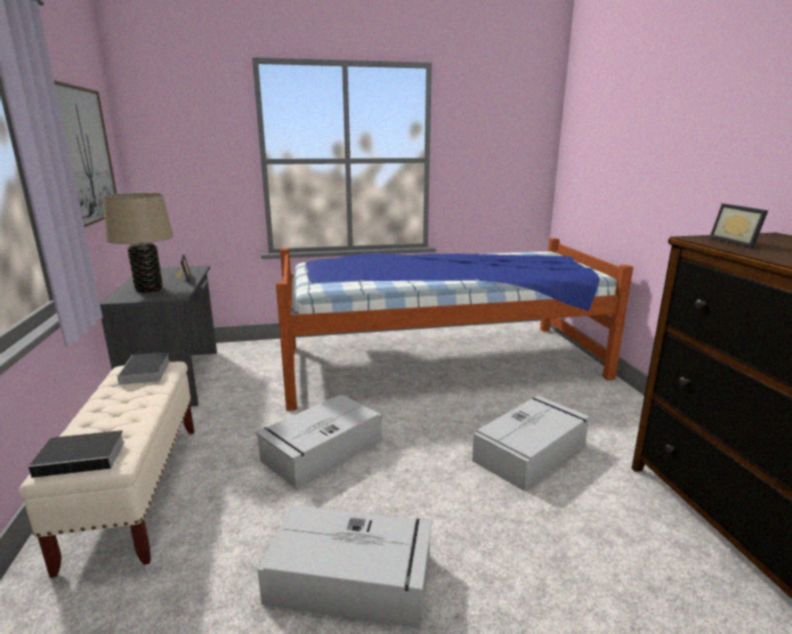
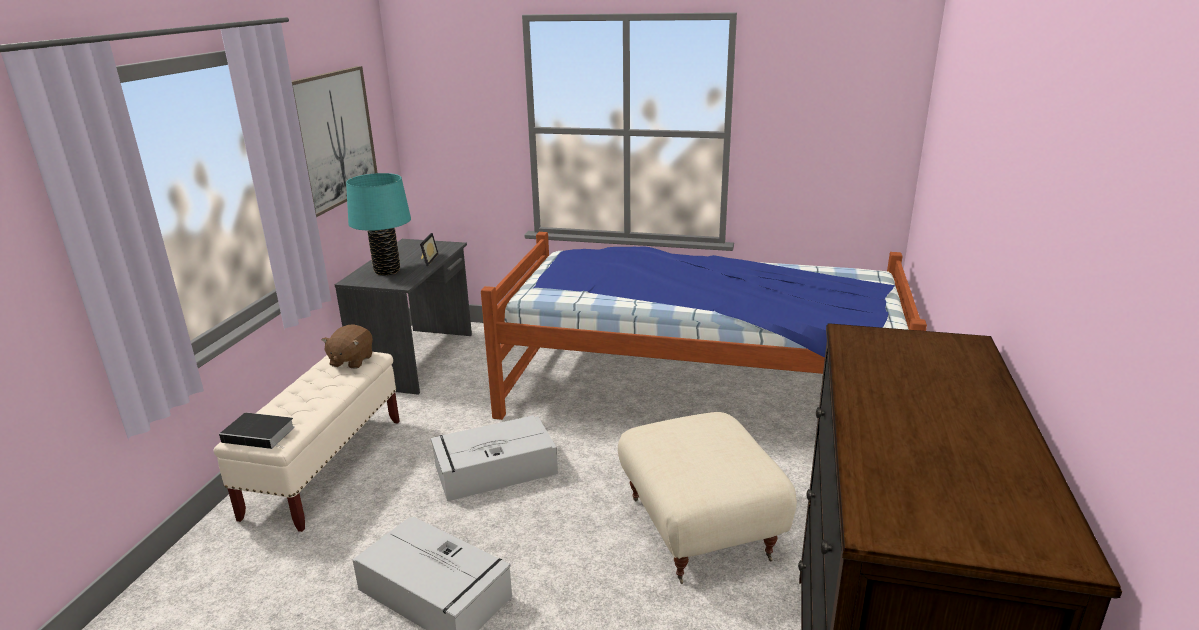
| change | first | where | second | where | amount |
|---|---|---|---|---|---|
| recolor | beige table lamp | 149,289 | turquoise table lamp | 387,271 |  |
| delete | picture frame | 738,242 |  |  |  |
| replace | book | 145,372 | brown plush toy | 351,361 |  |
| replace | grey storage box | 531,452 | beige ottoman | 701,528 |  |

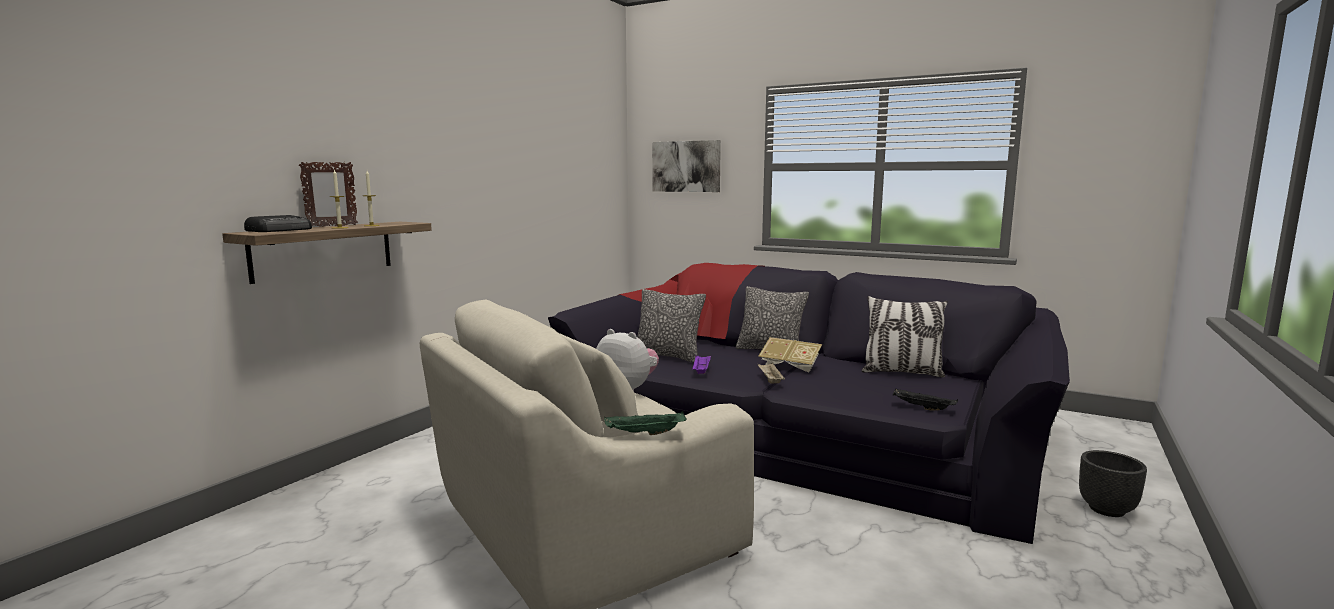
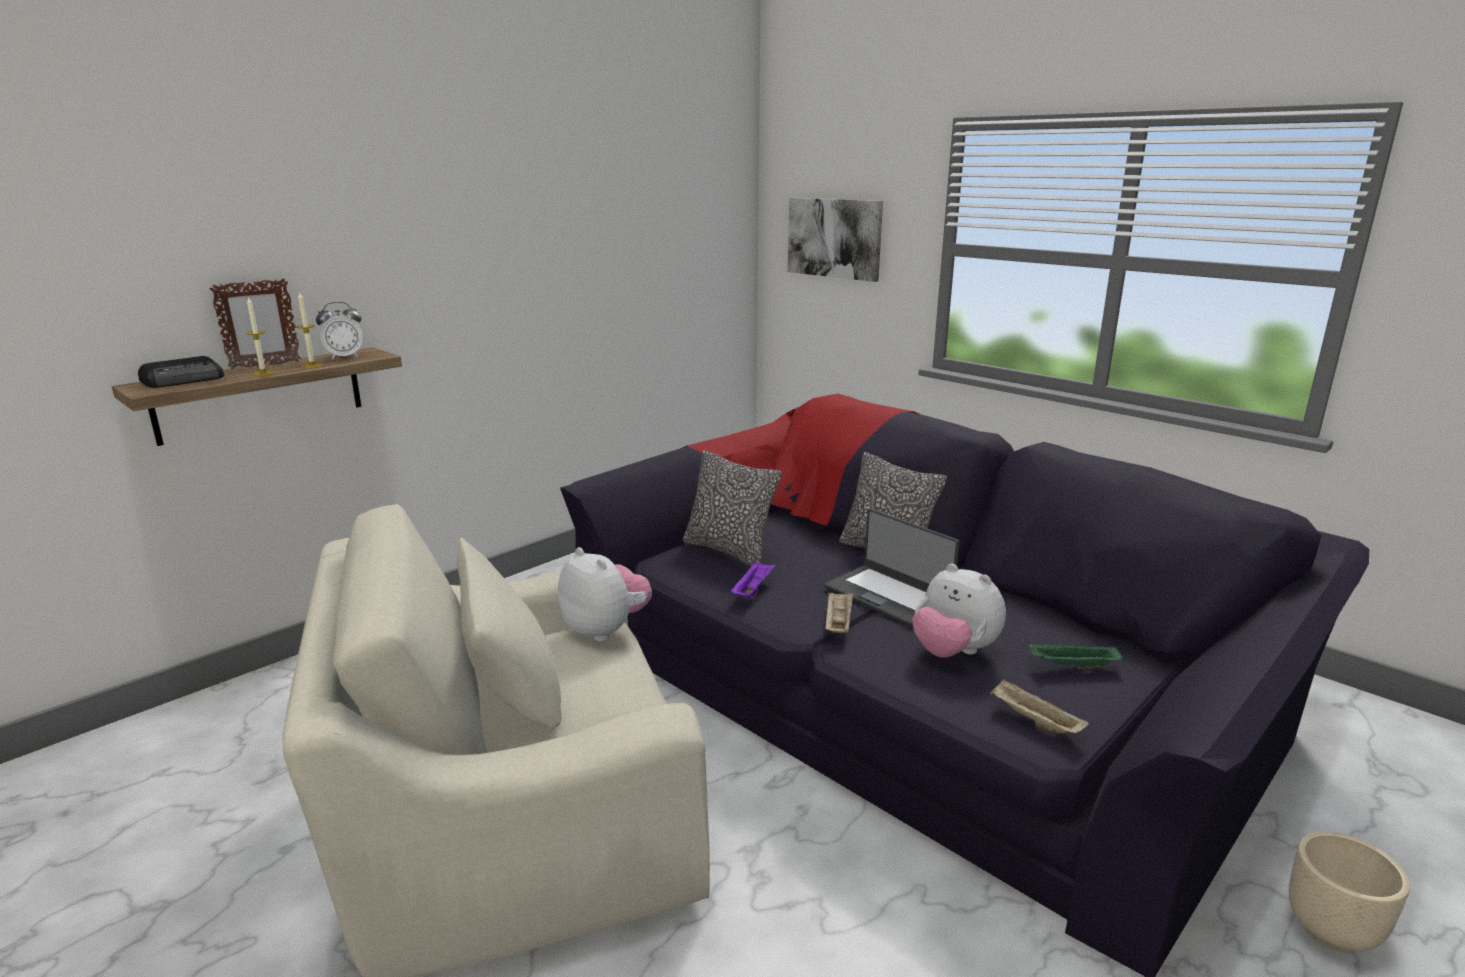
| change | first | where | second | where | amount |
|---|---|---|---|---|---|
| delete | pillow | 902,372 |  |  |  |
| replace | book | 790,366 | laptop | 888,595 |  |
| recolor | black tray | 922,408 | beige tray | 1033,721 |  |
| move | green tray | 644,434 |  | 1072,666 |  |
| recolor | black planter | 1107,510 | beige planter | 1332,933 |  |
| insert |  |  | alarm clock | 345,357 |  |
| insert |  |  | plush toy | 953,652 |  |

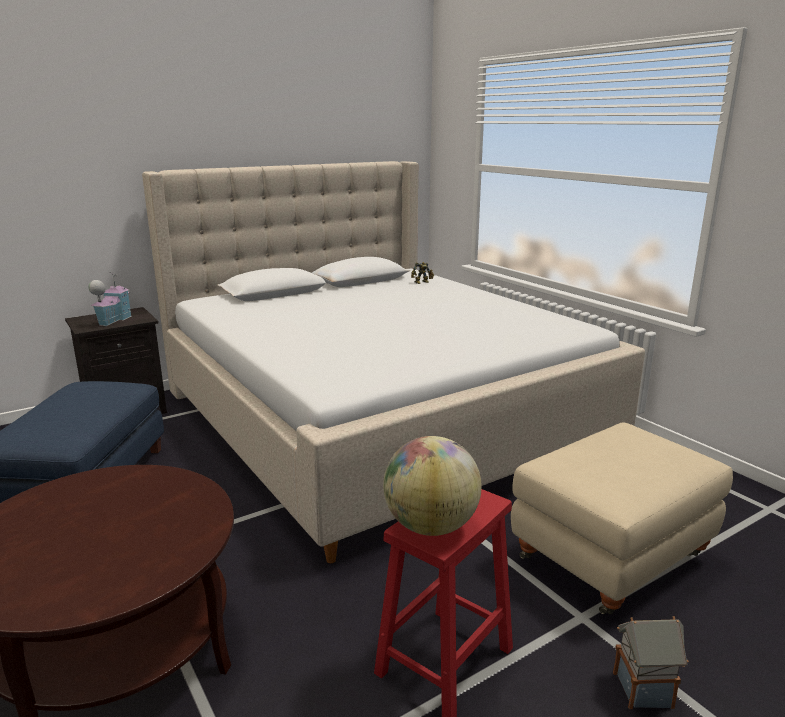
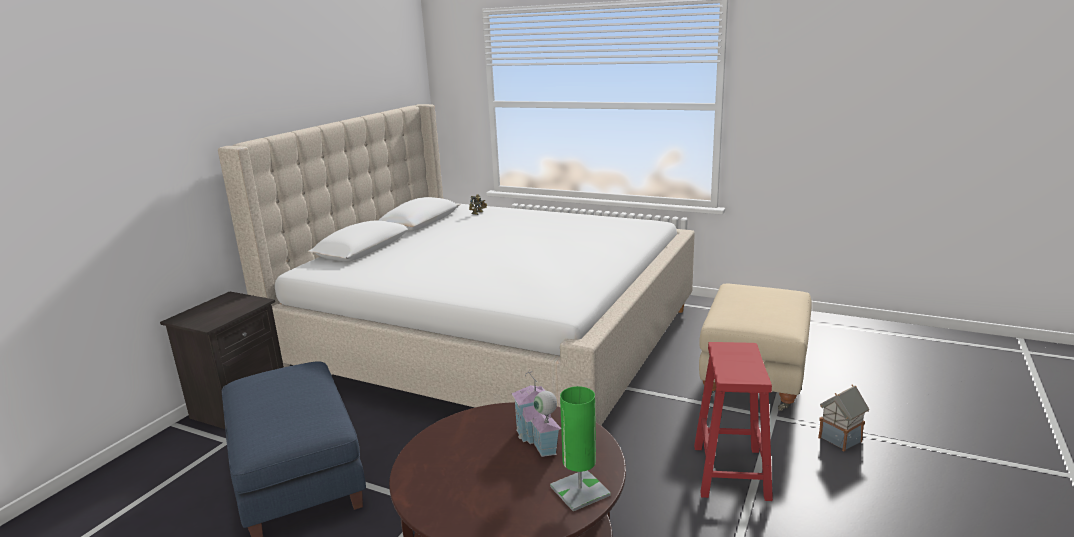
| change | first | where | second | where | amount |
|---|---|---|---|---|---|
| move | toy house | 113,320 |  | 538,439 |  |
| delete | globe | 431,526 |  |  |  |
| insert |  |  | green table lamp | 580,491 |  |

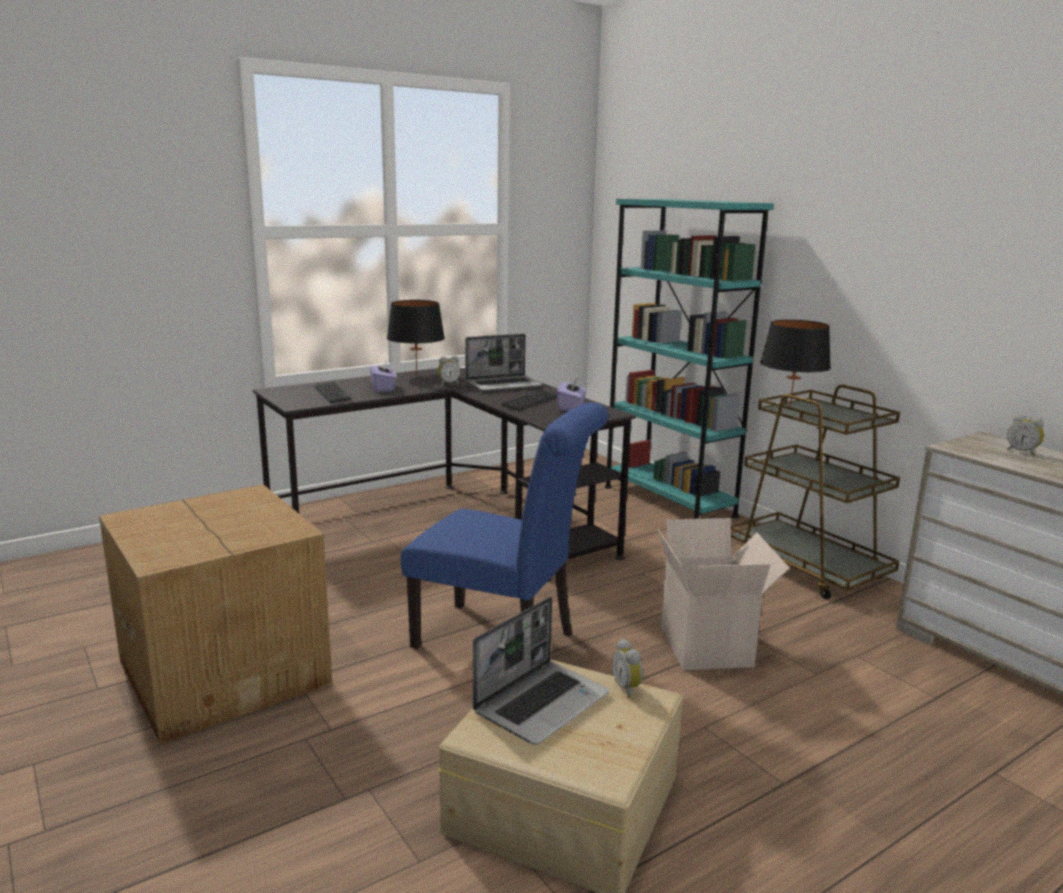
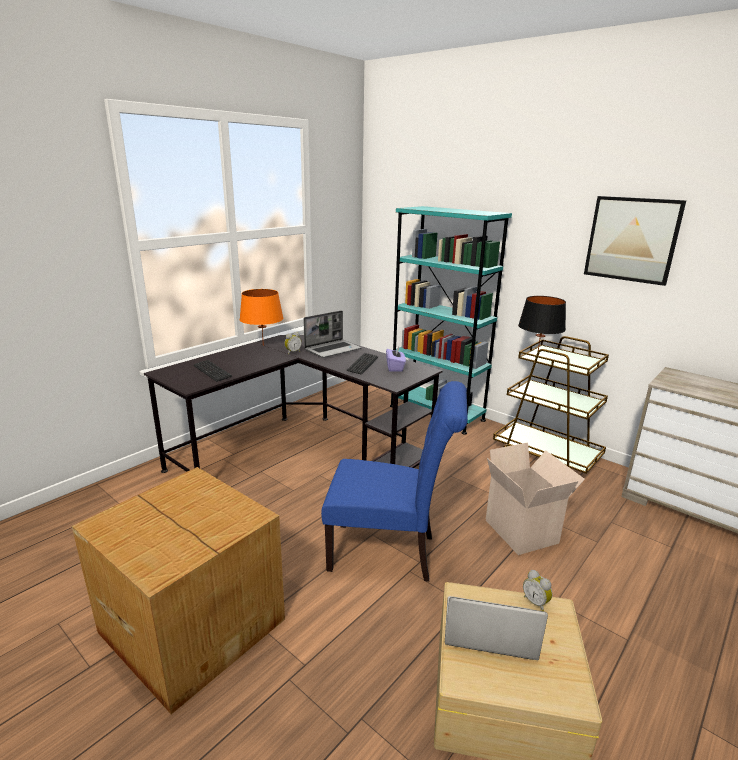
| change | first | where | second | where | amount |
|---|---|---|---|---|---|
| recolor | black table lamp | 416,375 | orange table lamp | 263,345 |  |
| delete | purple tissue box | 383,388 |  |  |  |
| delete | alarm clock | 1022,452 |  |  |  |
| rotate | laptop | 542,702 |  | 488,630 | 105 degrees counterclockwise |
| insert |  |  | picture | 631,239 |  |

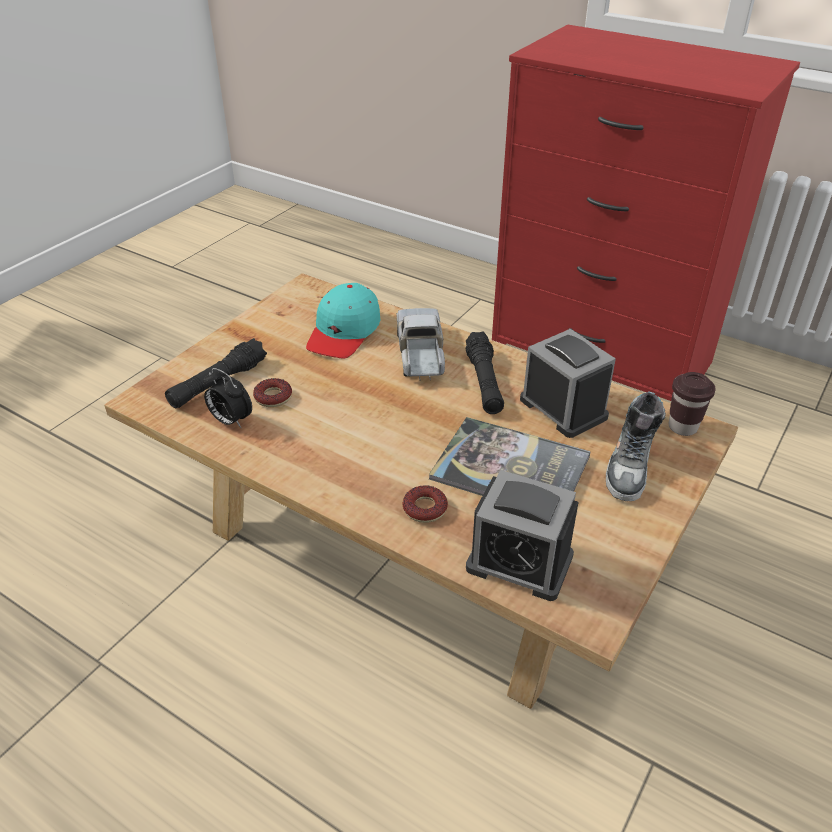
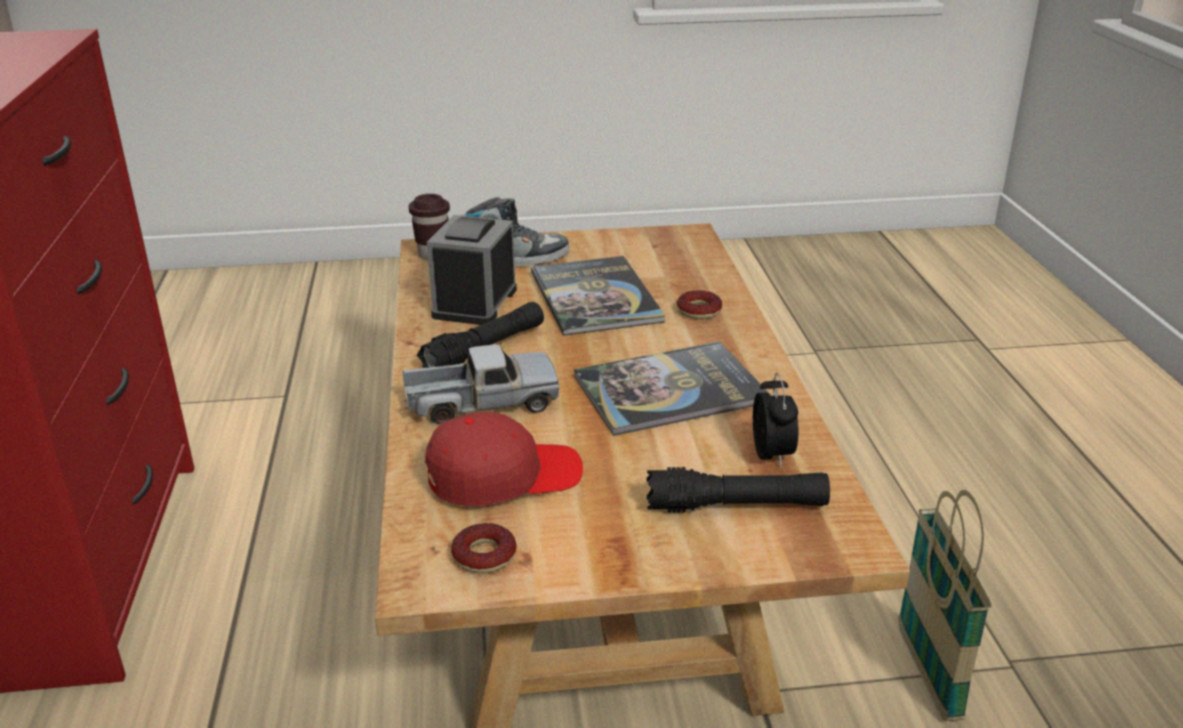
| change | first | where | second | where | amount |
|---|---|---|---|---|---|
| recolor | turquoise cap | 344,332 | red cap | 503,476 |  |
| rotate | toy truck | 420,354 |  | 482,403 | 150 degrees counterclockwise |
| move | donut | 273,397 |  | 484,555 |  |
| delete | alarm clock | 519,562 |  |  |  |
| insert |  |  | book | 670,390 |  |
| insert |  |  | basket | 928,673 |  |

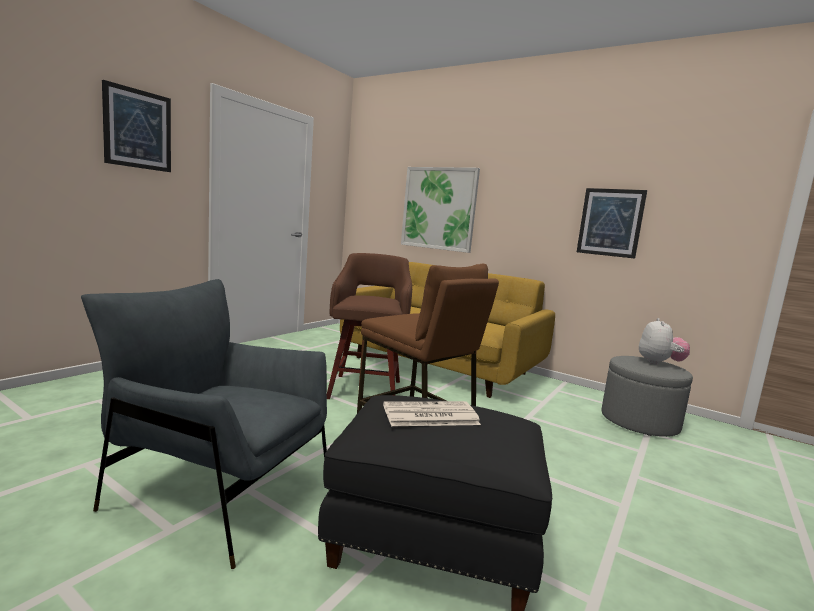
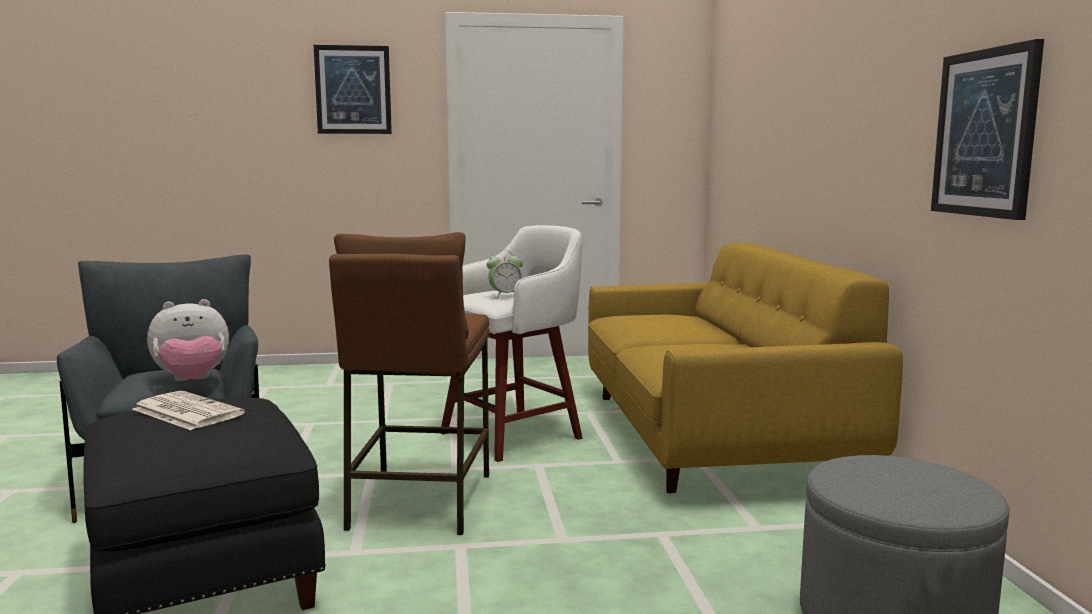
| change | first | where | second | where | amount |
|---|---|---|---|---|---|
| delete | picture | 439,208 |  |  |  |
| recolor | brown stool | 366,388 | white stool | 515,435 |  |
| move | plush toy | 659,363 |  | 192,381 |  |
| insert |  |  | alarm clock | 505,296 |  |

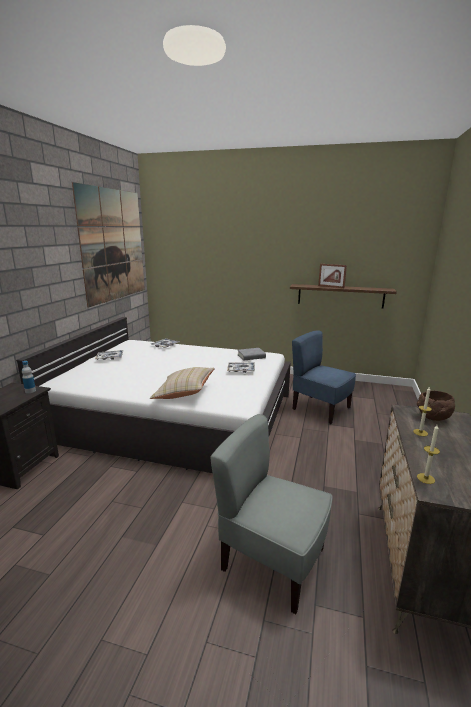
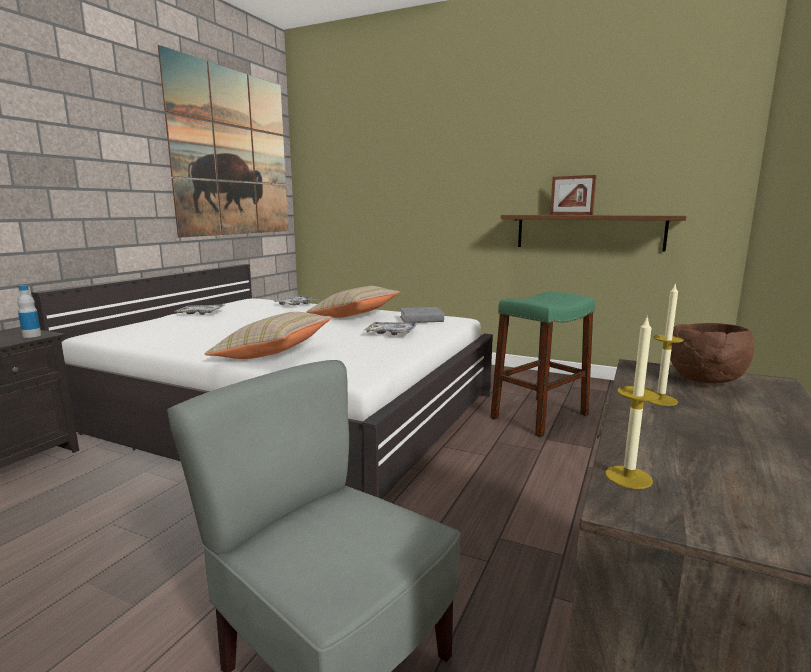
| change | first | where | second | where | amount |
|---|---|---|---|---|---|
| replace | blue chair | 320,409 | green stool | 539,416 |  |
| insert |  |  | beige pillow | 354,316 |  |

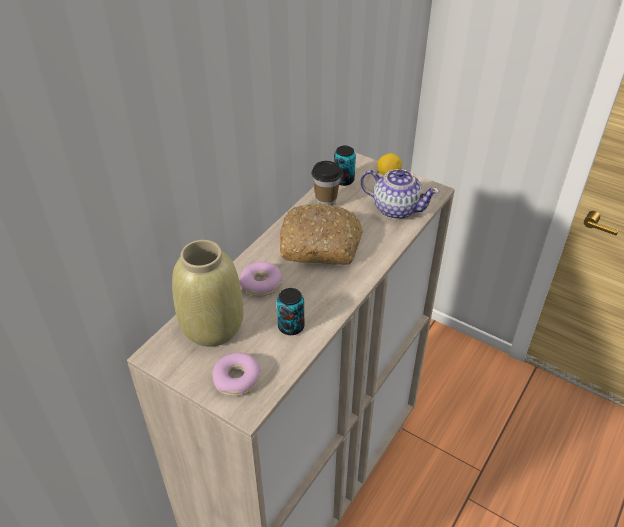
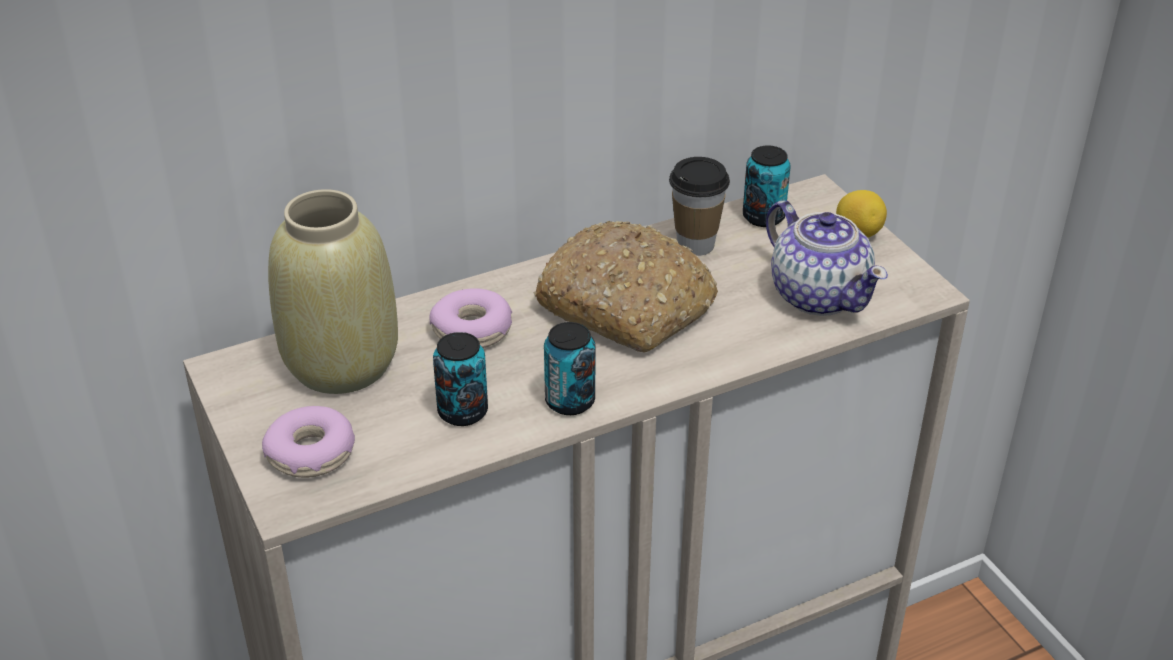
| change | first | where | second | where | amount |
|---|---|---|---|---|---|
| insert |  |  | can | 570,401 |  |

